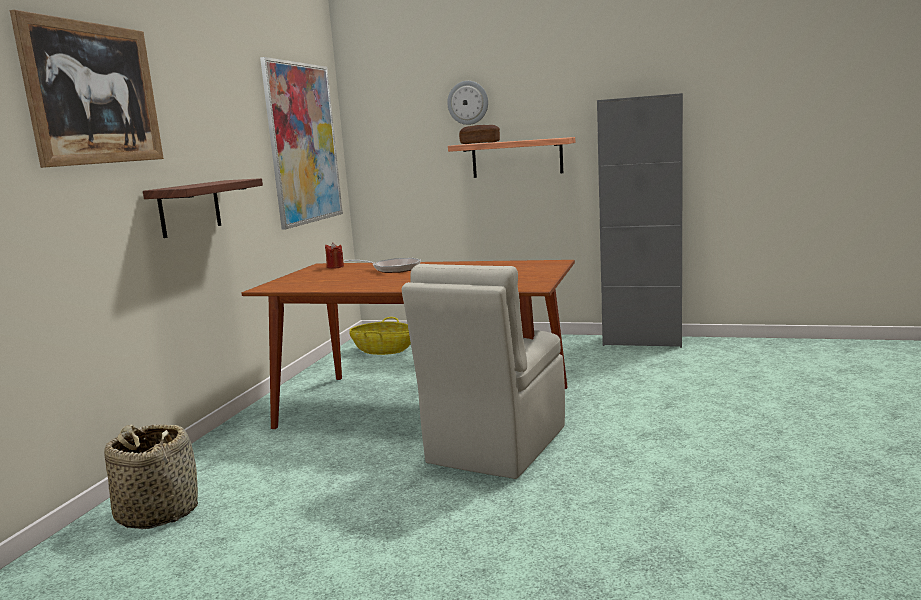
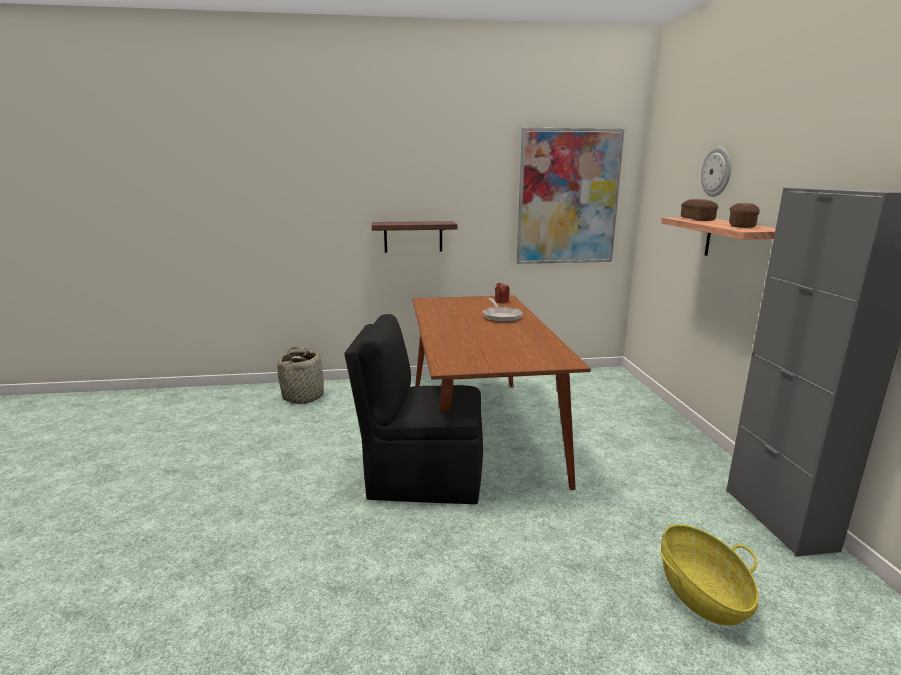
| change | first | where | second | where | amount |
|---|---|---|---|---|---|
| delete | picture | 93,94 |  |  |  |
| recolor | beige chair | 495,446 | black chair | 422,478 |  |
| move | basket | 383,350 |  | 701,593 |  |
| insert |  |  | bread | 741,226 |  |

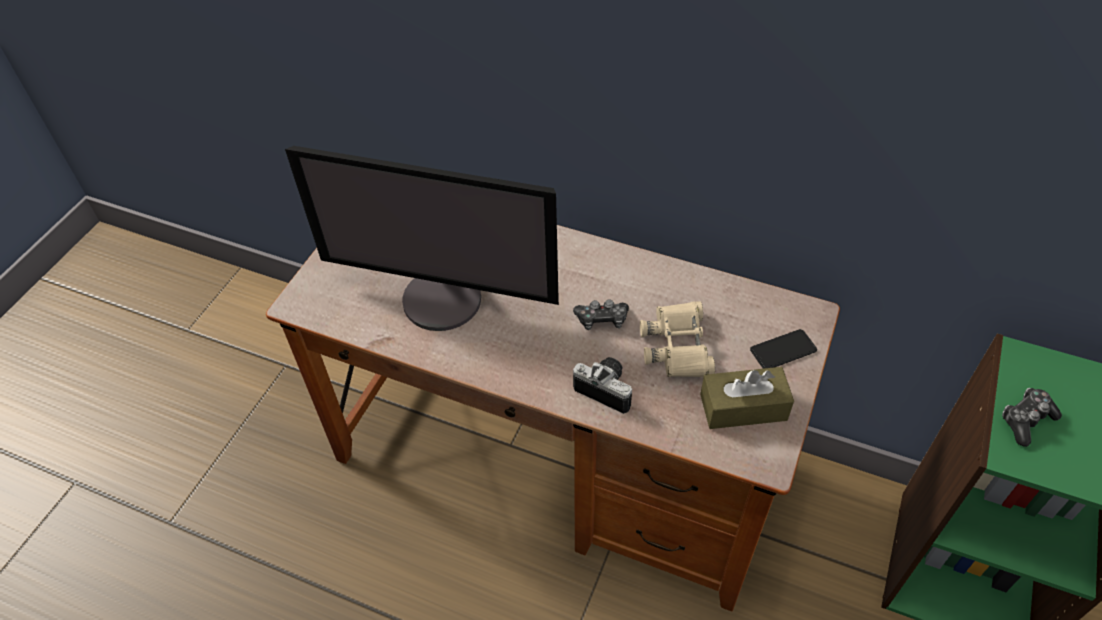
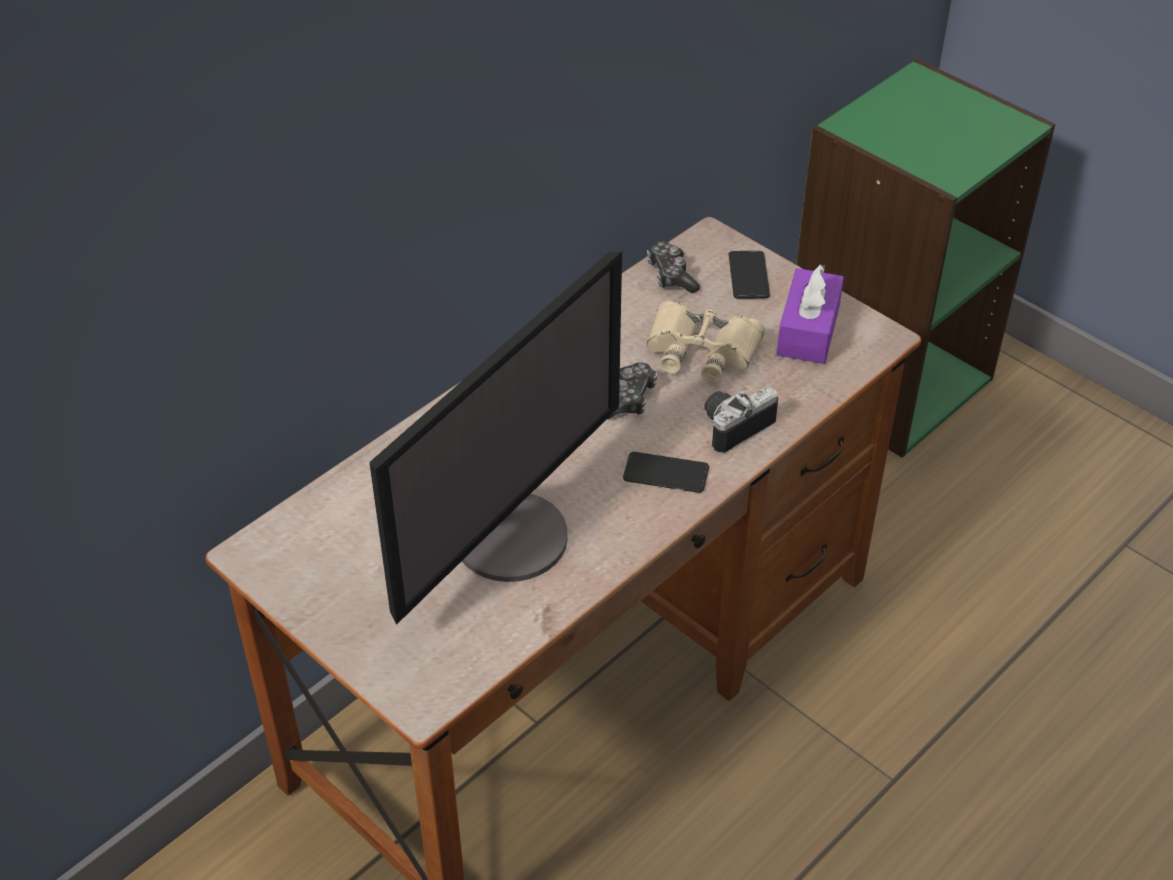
| change | first | where | second | where | amount |
|---|---|---|---|---|---|
| recolor | brown tissue box | 743,407 | purple tissue box | 808,330 |  |
| move | game controller | 1026,420 |  | 671,275 |  |
| insert |  |  | phone | 666,473 |  |

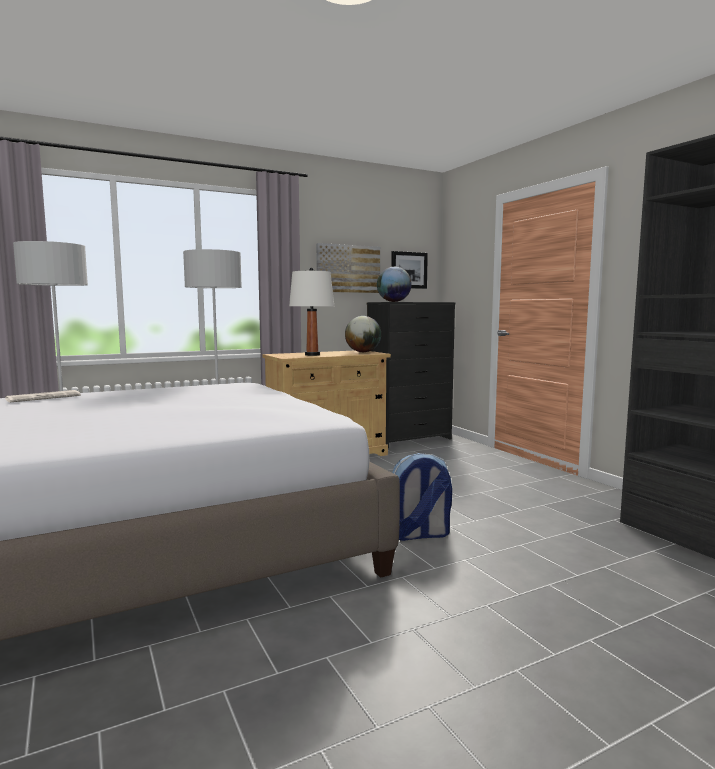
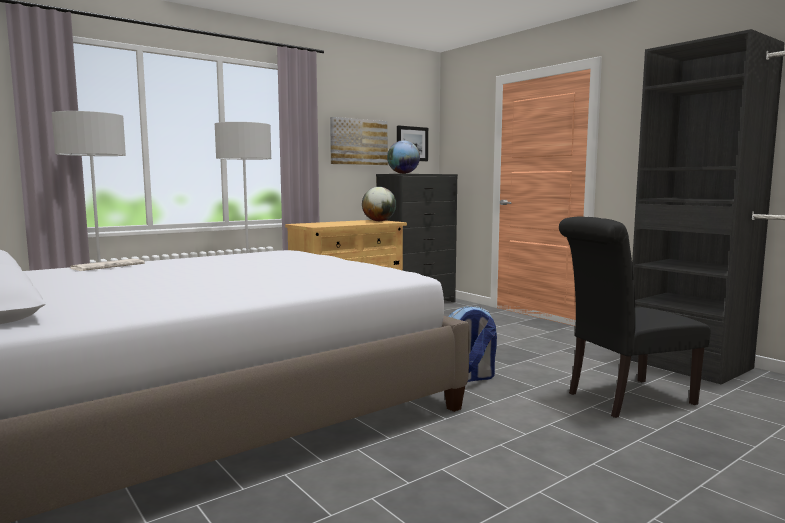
| change | first | where | second | where | amount |
|---|---|---|---|---|---|
| delete | white table lamp | 312,355 |  |  |  |
| insert |  |  | black chair | 624,399 |  |

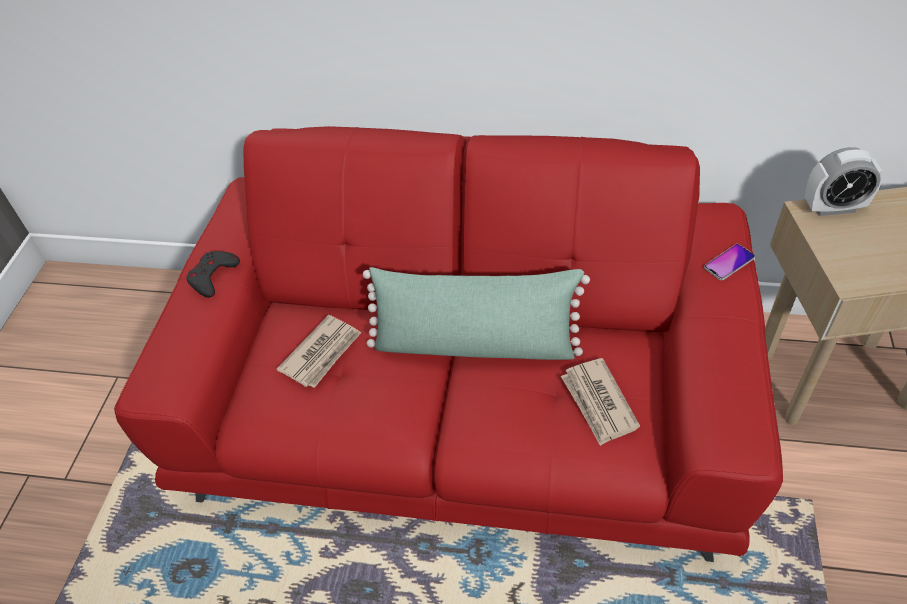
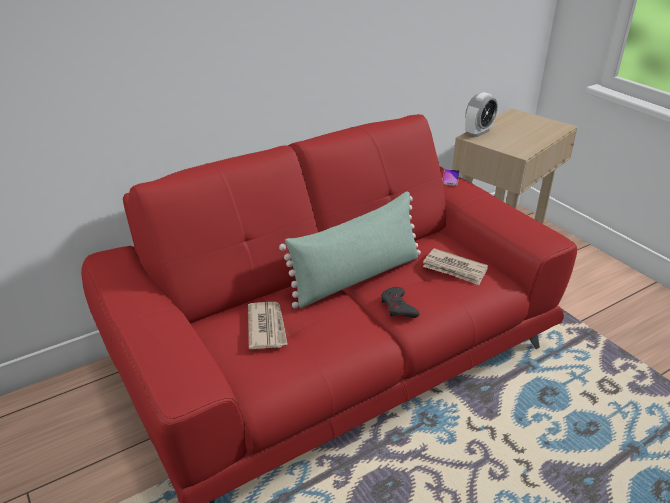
| change | first | where | second | where | amount |
|---|---|---|---|---|---|
| move | grey game controller | 213,276 |  | 398,307 |  |

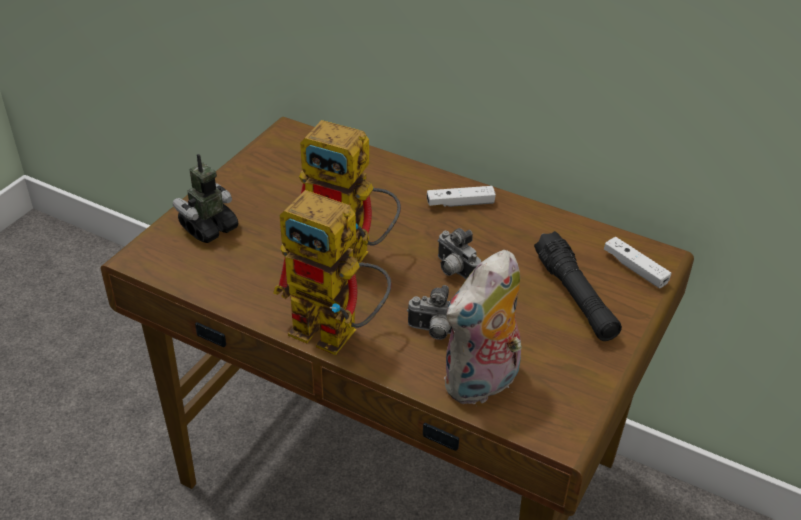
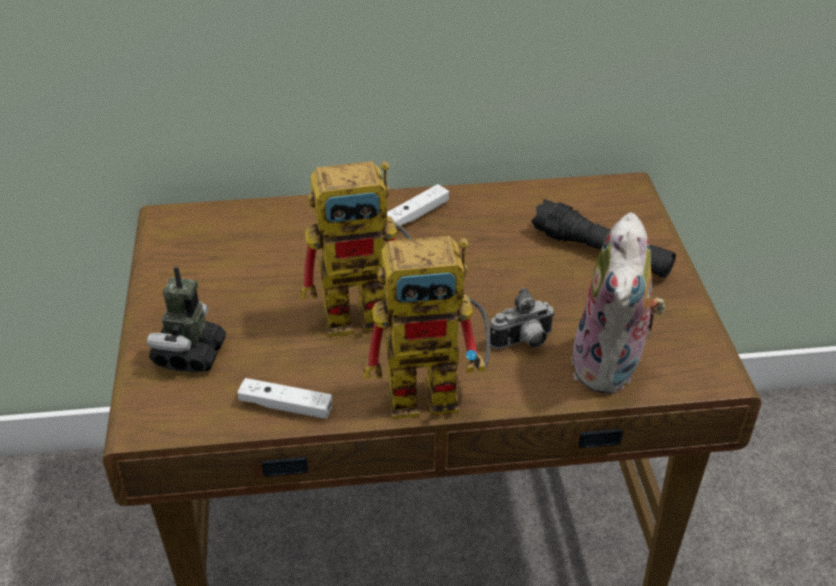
| change | first | where | second | where | amount |
|---|---|---|---|---|---|
| delete | photo camera | 454,271 |  |  |  |
| move | white game controller | 635,268 |  | 286,406 |  |

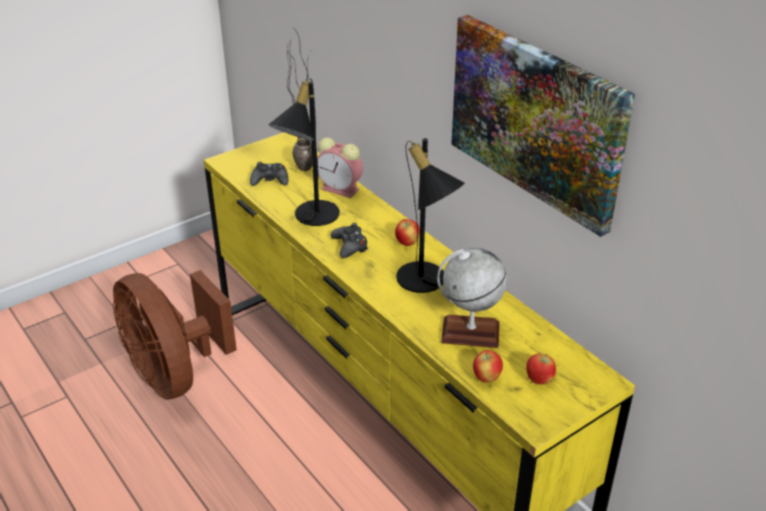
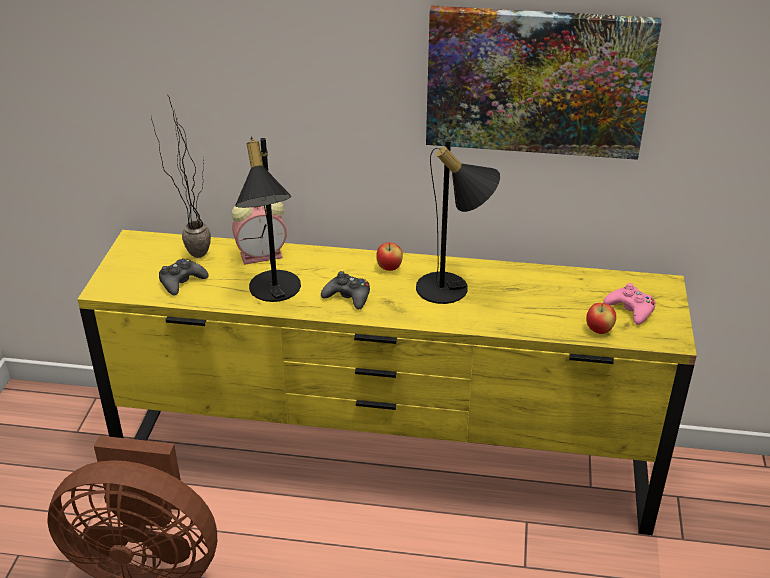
| change | first | where | second | where | amount |
|---|---|---|---|---|---|
| delete | globe | 470,332 |  |  |  |
| replace | apple | 539,380 | pink game controller | 630,310 |  |

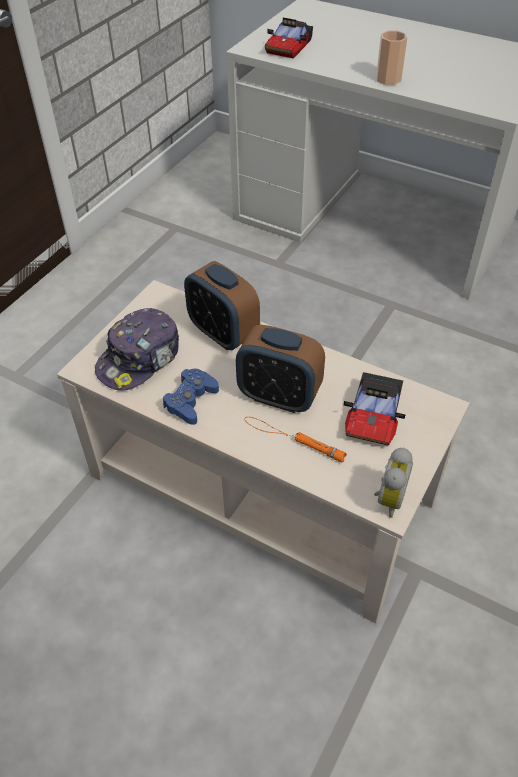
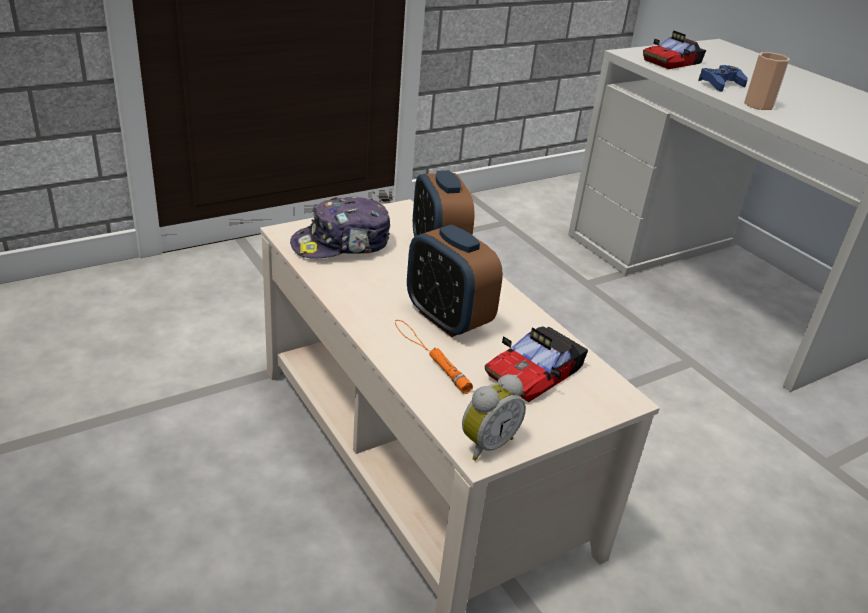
| change | first | where | second | where | amount |
|---|---|---|---|---|---|
| move | blue game controller | 191,400 |  | 720,84 |  |

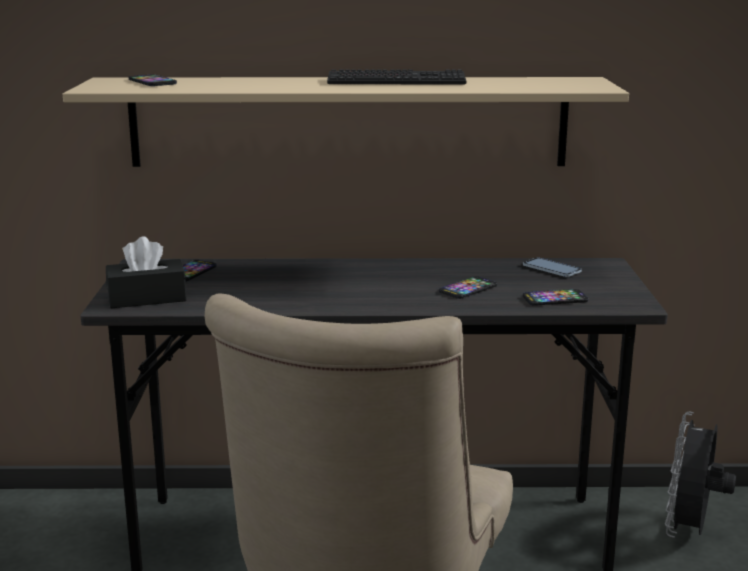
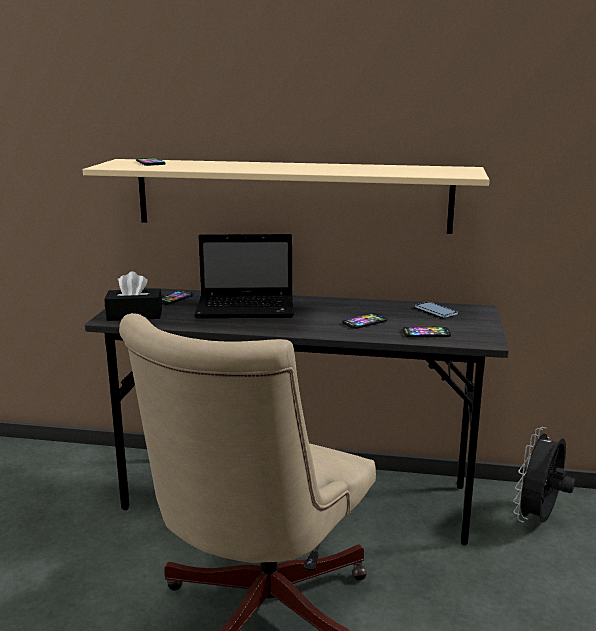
| change | first | where | second | where | amount |
|---|---|---|---|---|---|
| delete | keyboard | 396,81 |  |  |  |
| insert |  |  | laptop | 248,308 |  |

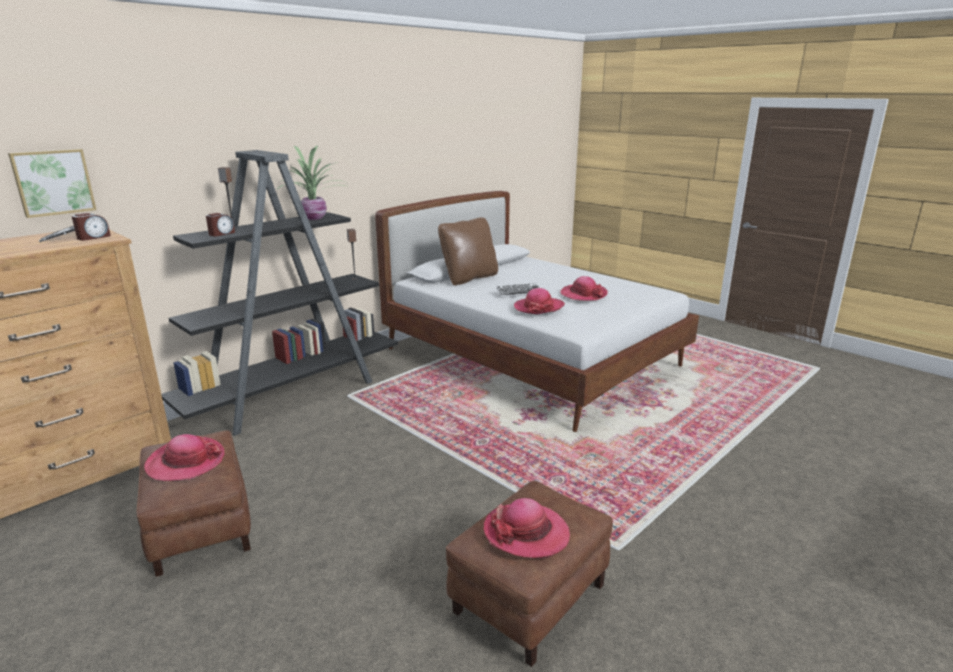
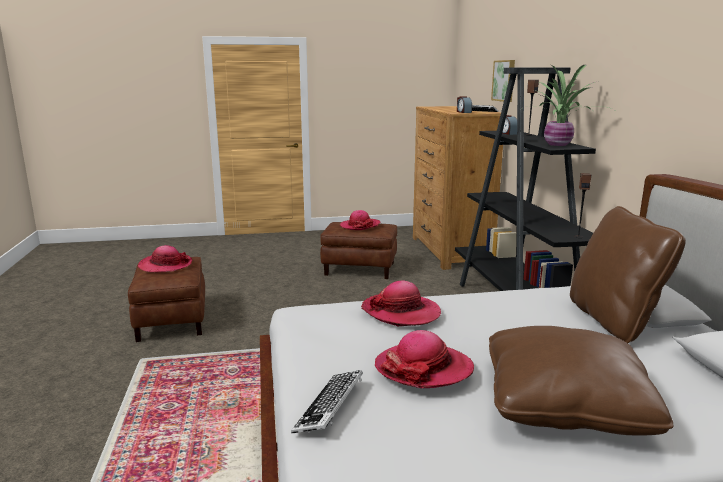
| change | first | where | second | where | amount |
|---|---|---|---|---|---|
| move | keyboard | 519,293 |  | 330,407 |  |
| insert |  |  | brown pillow | 565,404 |  |

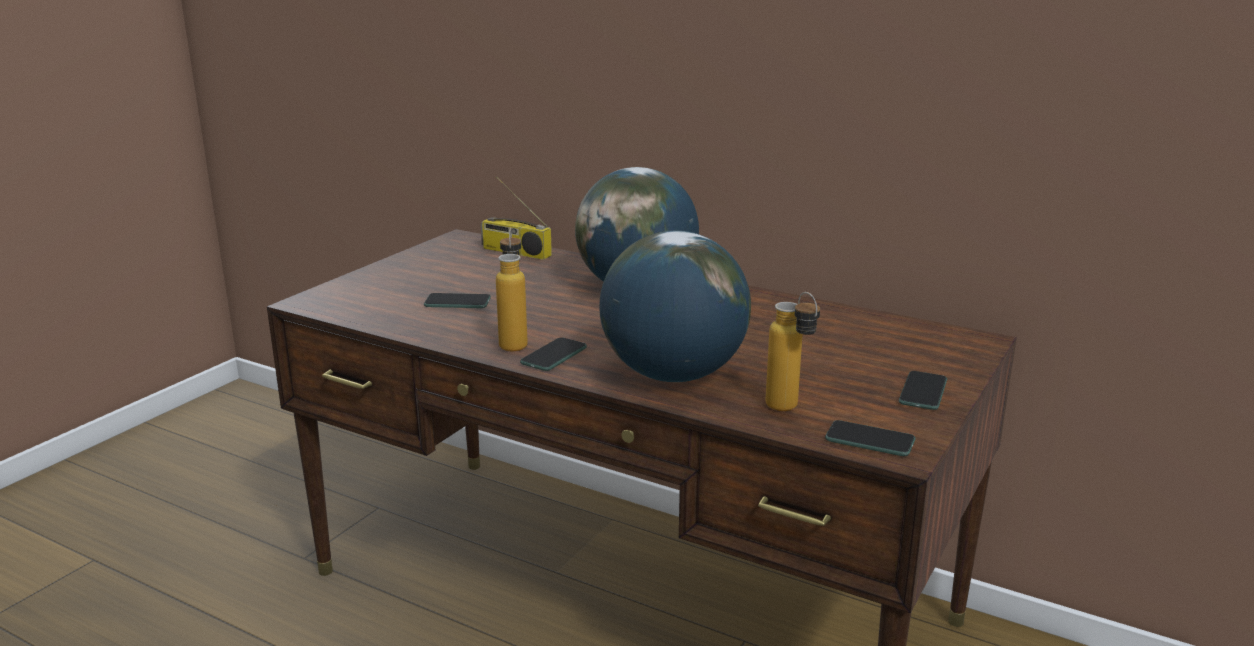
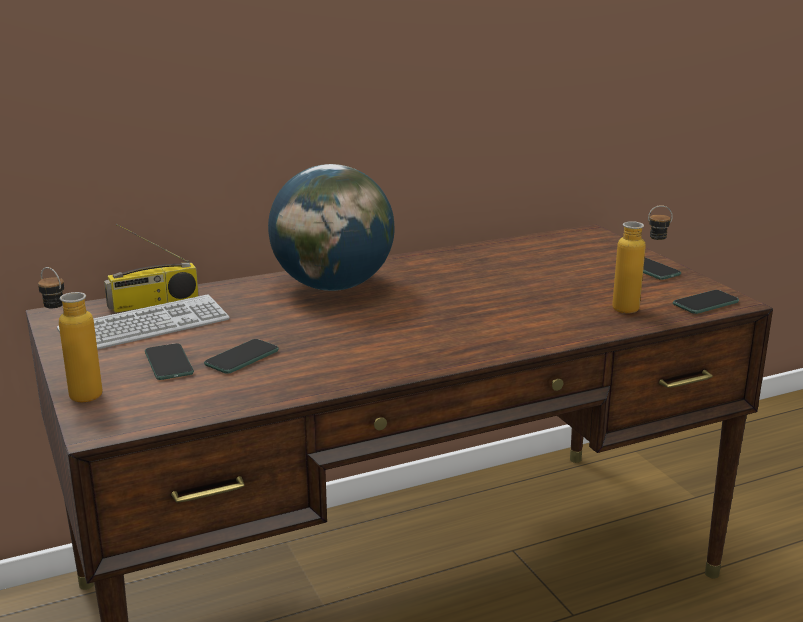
| change | first | where | second | where | amount |
|---|---|---|---|---|---|
| move | bottle | 514,342 |  | 76,393 |  |
| delete | globe | 674,375 |  |  |  |
| move | phone | 554,356 |  | 169,363 |  |
| insert |  |  | keyboard | 145,327 |  |

